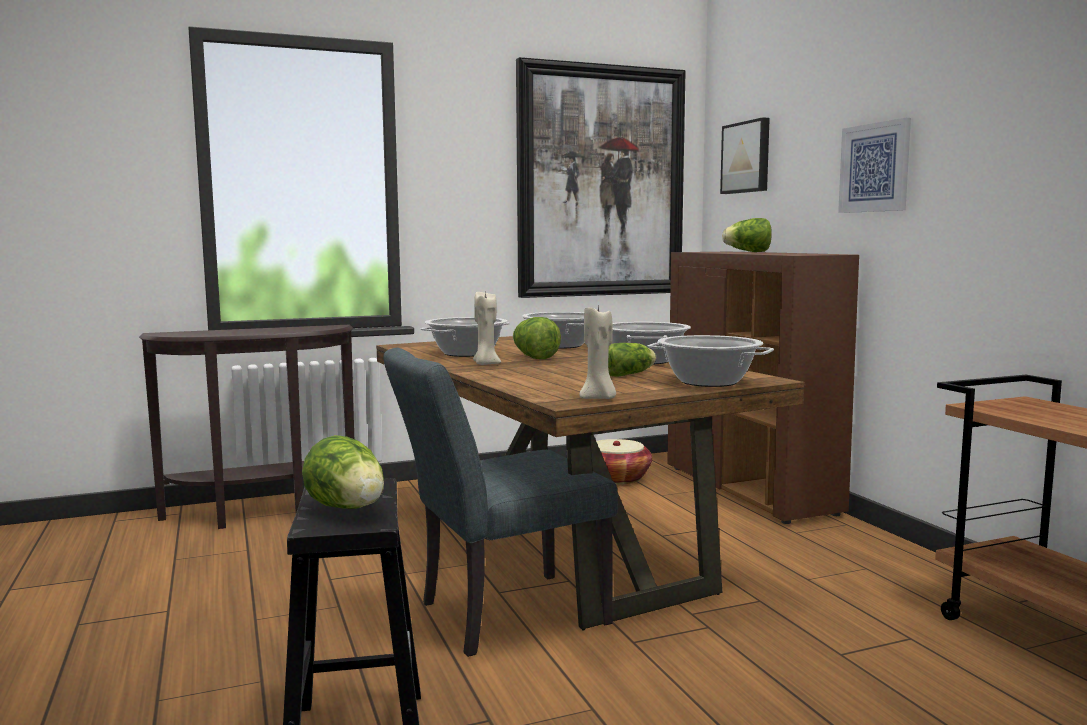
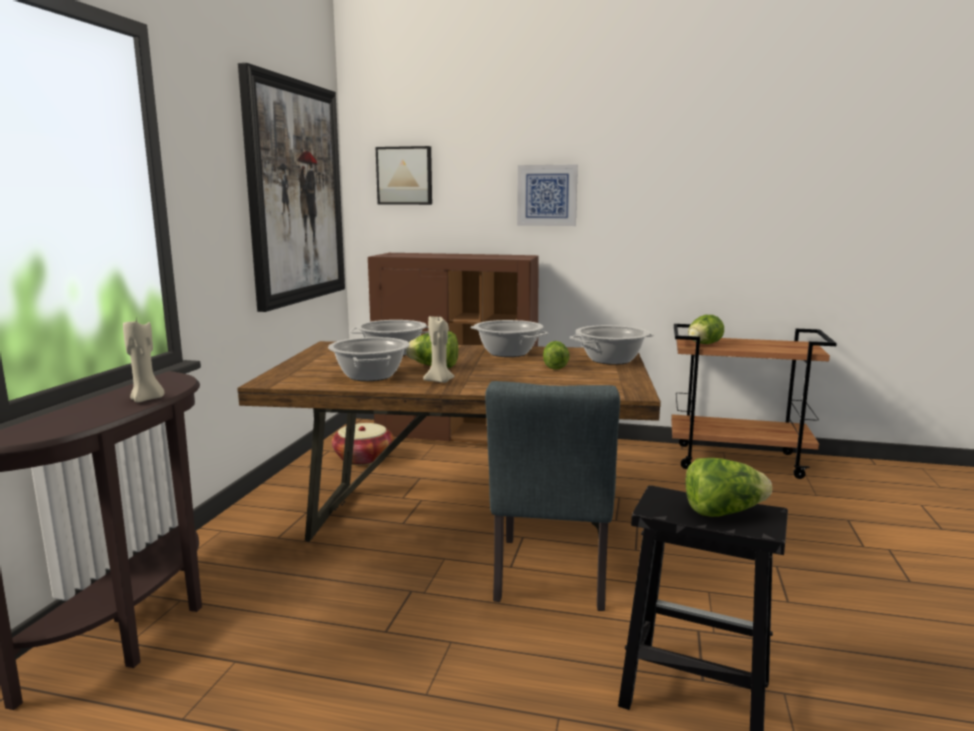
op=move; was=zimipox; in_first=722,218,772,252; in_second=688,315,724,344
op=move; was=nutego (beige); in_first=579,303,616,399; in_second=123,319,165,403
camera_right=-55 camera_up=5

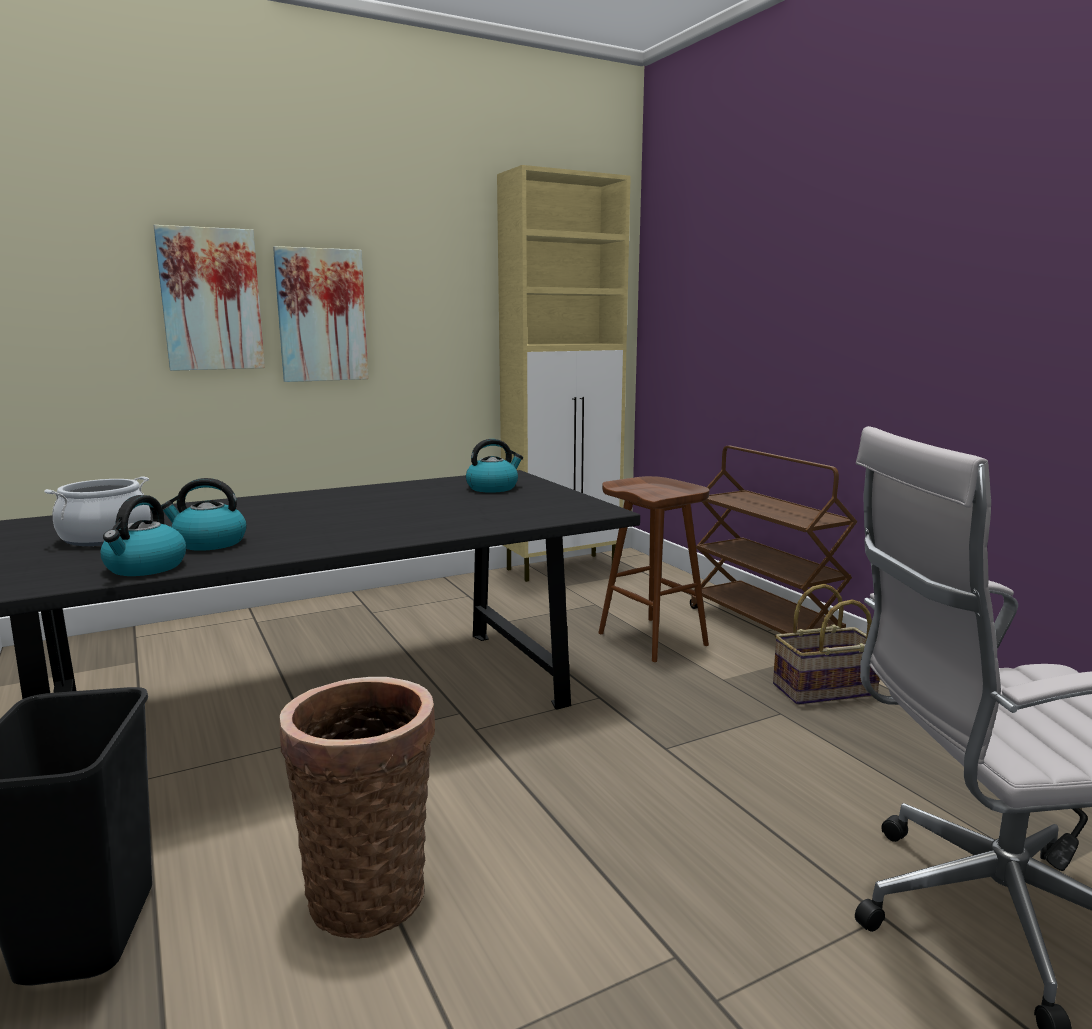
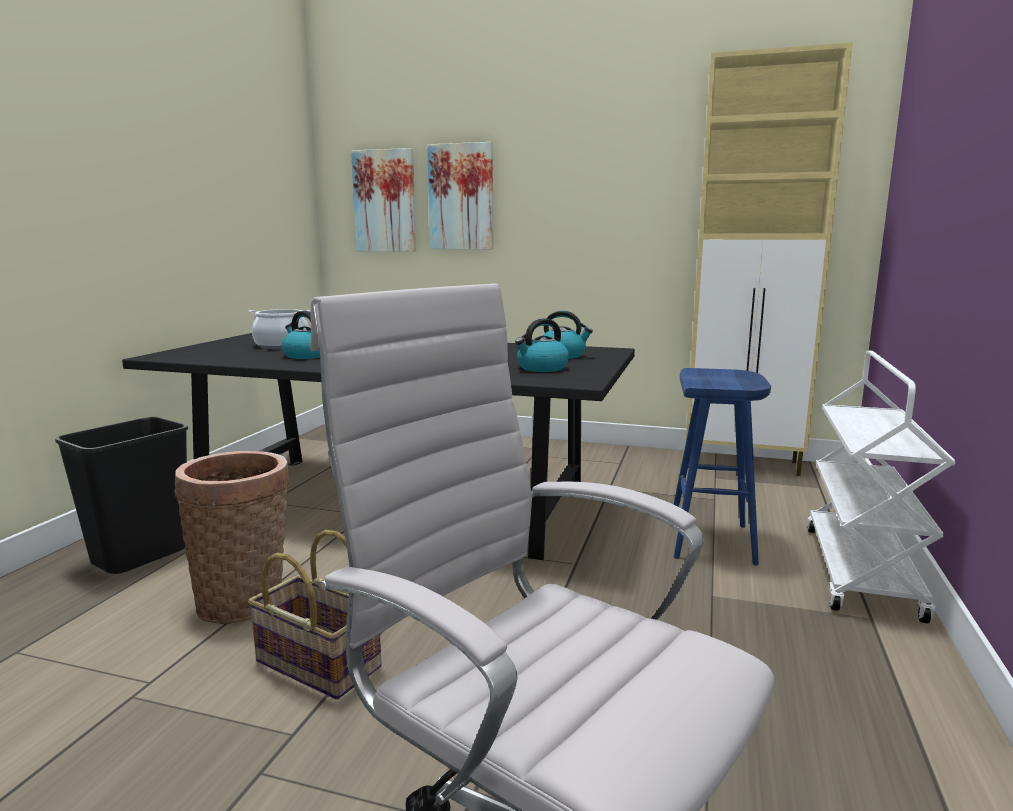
op=move; was=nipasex; in_first=273,246,369,382; in_second=351,148,416,252
op=recolor; was=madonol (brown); now=madonol (white); in_first=690,446,858,634; in_second=807,350,955,623
op=recolor; was=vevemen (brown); now=vevemen (blue); in_first=598,476,710,662; in_second=674,368,771,565
op=move; was=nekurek; in_first=101,495,186,576; in_second=515,318,569,372
op=move; was=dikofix; in_first=773,584,880,705; in_second=248,530,382,700
camera_right=45 camera_up=0

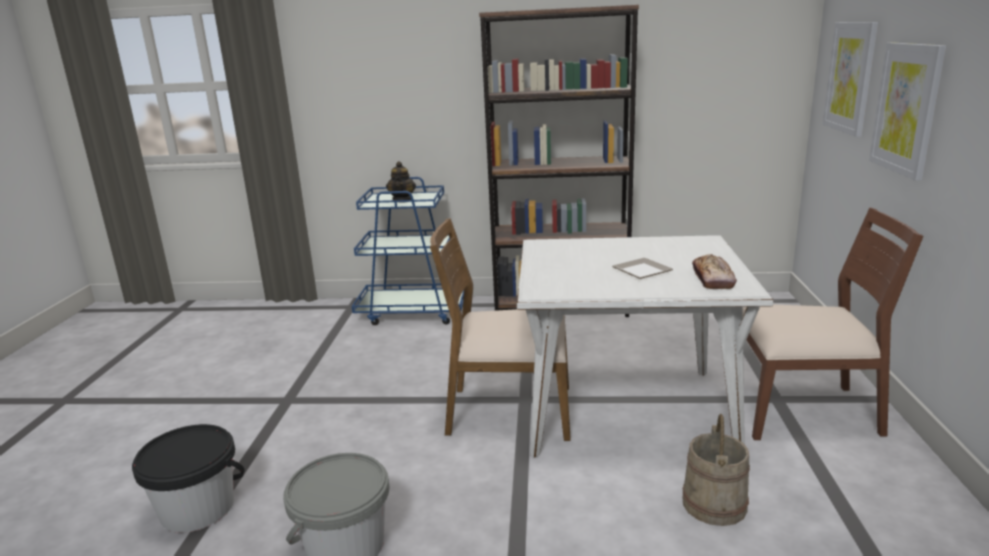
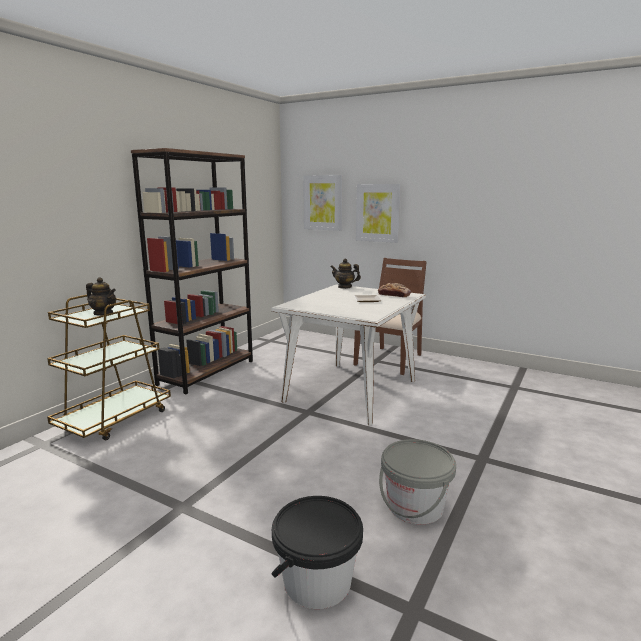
op=recolor; was=madonol (blue); now=madonol (brown); in_first=352,177,464,325; in_second=47,295,171,440
op=delete; was=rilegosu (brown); in_first=430,218,571,441
op=delete; was=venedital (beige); in_first=683,414,750,526
op=insert; now=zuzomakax; in_second=331,259,361,289
camera_right=-65 camera_up=-5

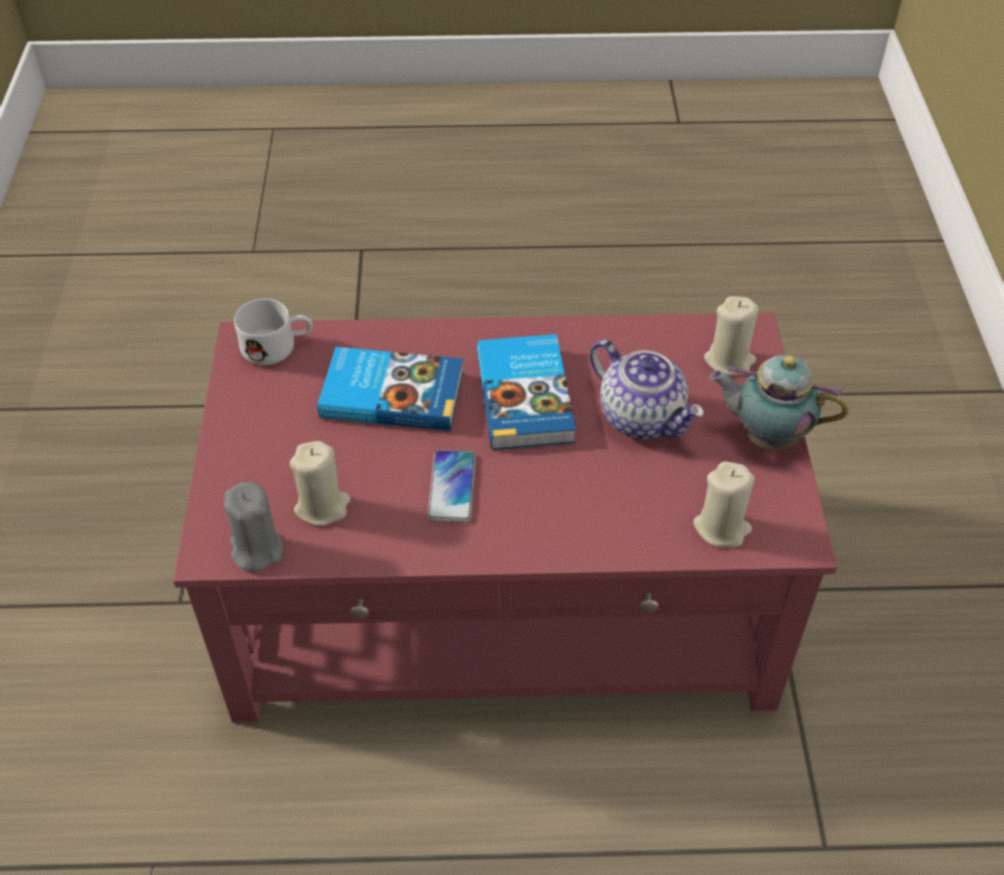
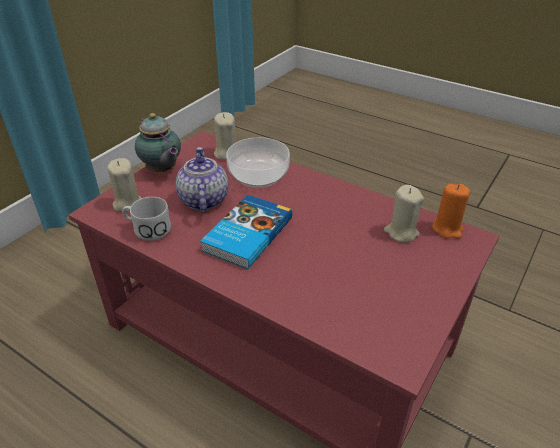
op=move; was=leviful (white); in_first=234,299,312,365; in_second=122,197,171,241
op=delete; was=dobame; in_first=318,347,463,431
op=delete; was=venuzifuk; in_first=428,450,475,522
op=recolor; was=nutego (grey); now=nutego (orange); in_first=224,482,283,572; in_second=432,183,470,239
op=insert; now=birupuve; in_second=226,137,290,188
camera_right=-145 camera_up=-10

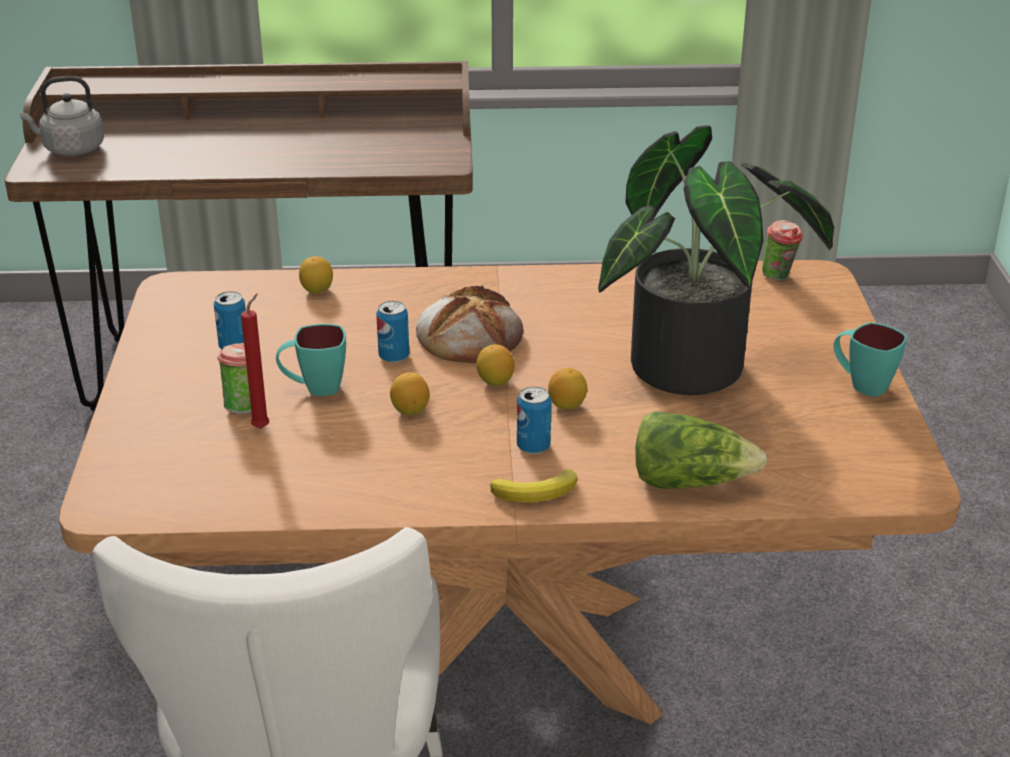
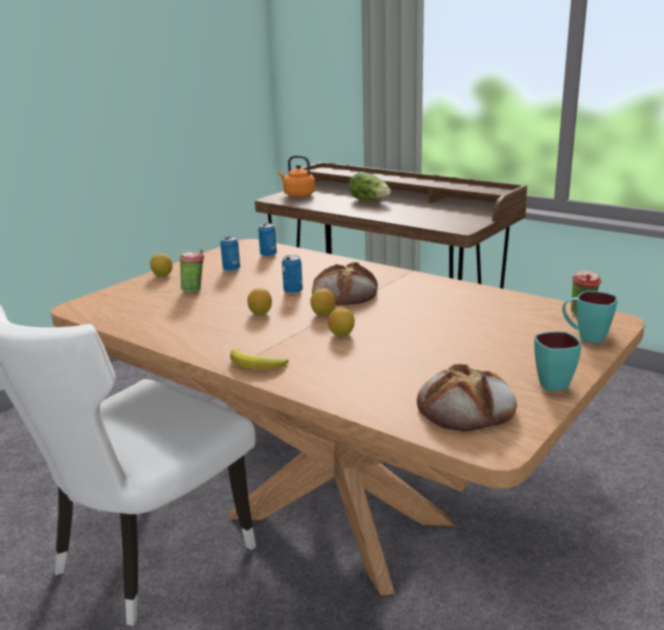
op=recolor; was=nekurek (grey); now=nekurek (orange); in_first=20,76,104,156; in_second=278,156,315,197
op=delete; was=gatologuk; in_first=598,125,834,395
op=move; was=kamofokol; in_first=299,256,333,294; in_second=150,253,172,276
op=delete; was=nutego (red); in_first=241,294,269,428
op=move; was=leviful (turquoise); in_first=276,324,346,396; in_second=562,291,618,343
op=move; was=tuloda; in_first=517,387,551,454; in_second=258,223,277,257
op=move; was=zimipox; in_first=635,411,767,489; in_second=349,172,391,200
op=insert; now=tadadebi; in_second=417,363,517,431
camera_right=40 camera_up=-10

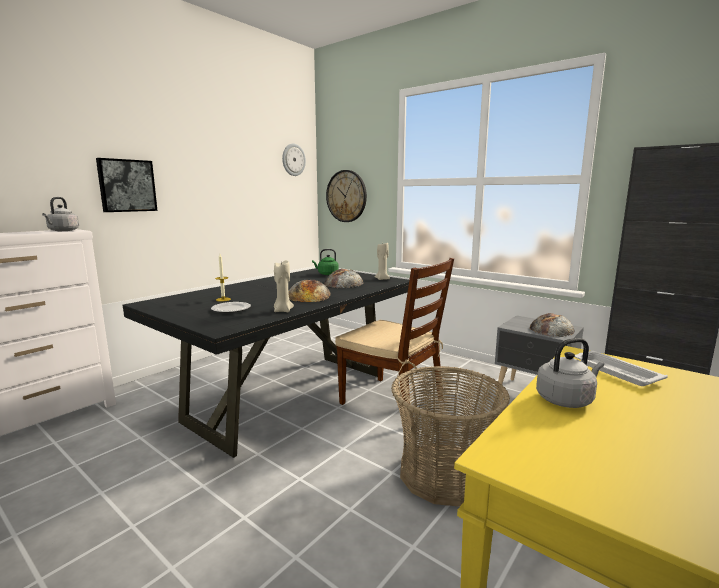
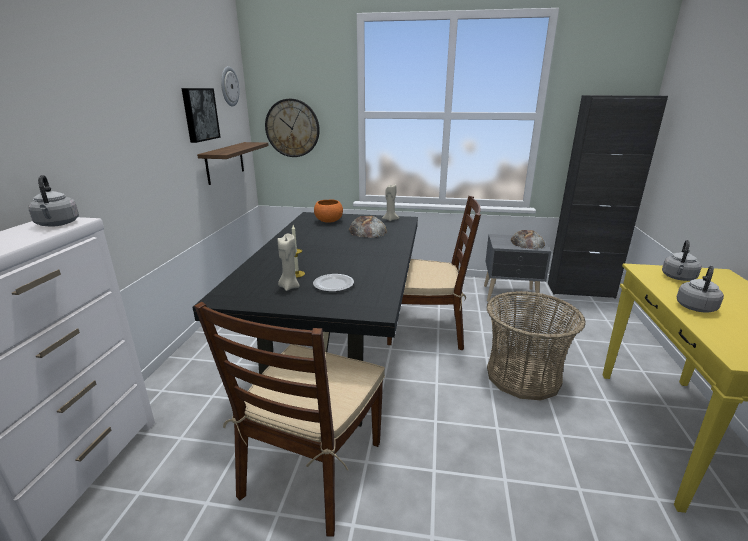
op=move; was=nipasex; in_first=96,158,158,212; in_second=182,88,221,143
op=replace; was=nekurek (green); now=birupuve (orange); in_first=312,249,339,275; in_second=314,200,343,223
op=move; was=nutego (beige); in_first=274,260,294,312; in_second=278,234,300,291
op=delete; was=tadadebi; in_first=288,280,331,302
op=replace; was=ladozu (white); now=nekurek (grey); in_first=574,351,668,386; in_second=662,240,702,281
op=insert; now=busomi; in_second=197,142,269,185
op=insert; now=rilegosu (brown); in_second=194,302,385,537
camera_right=-30 camera_up=10

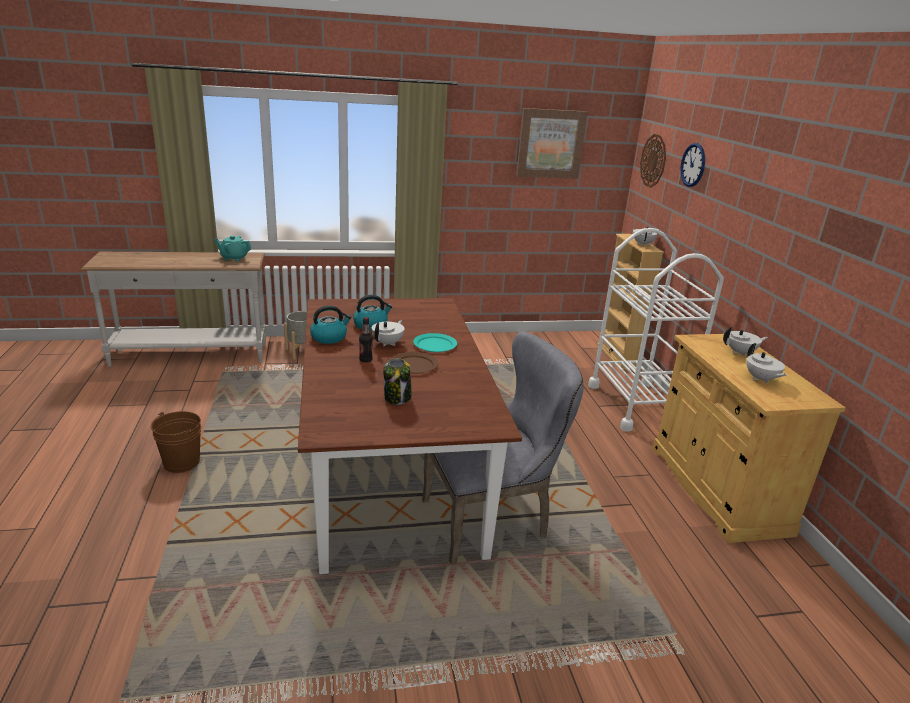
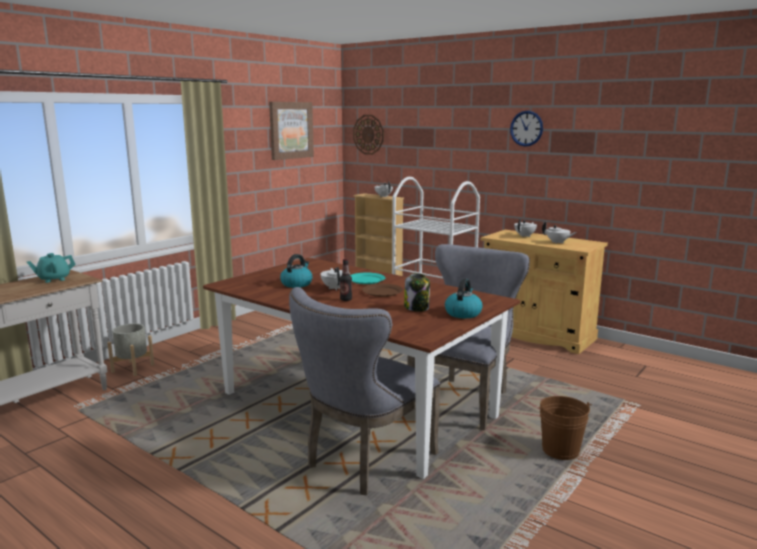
op=move; was=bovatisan; in_first=681,143,705,187; in_second=510,111,543,147
op=move; was=nekurek; in_first=310,305,352,344; in_second=445,279,483,318
op=move; was=venedital (brown); in_first=151,411,201,473; in_second=539,396,592,460
op=insert; now=rilegosu (grey); in_second=289,287,441,495
camera_right=-40 camera_up=-10

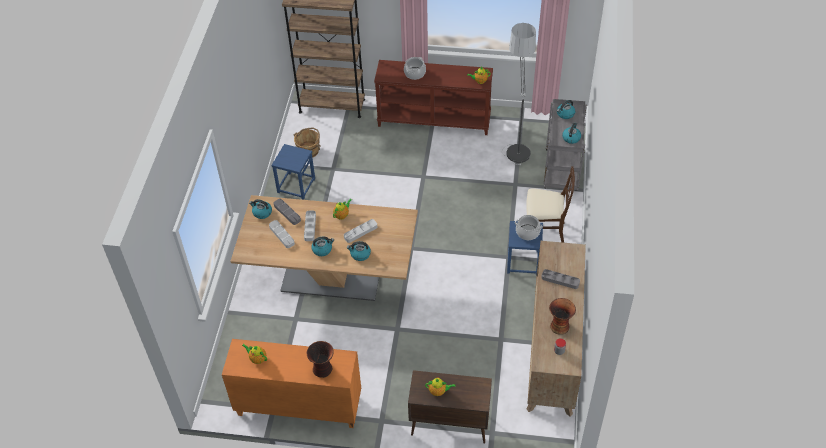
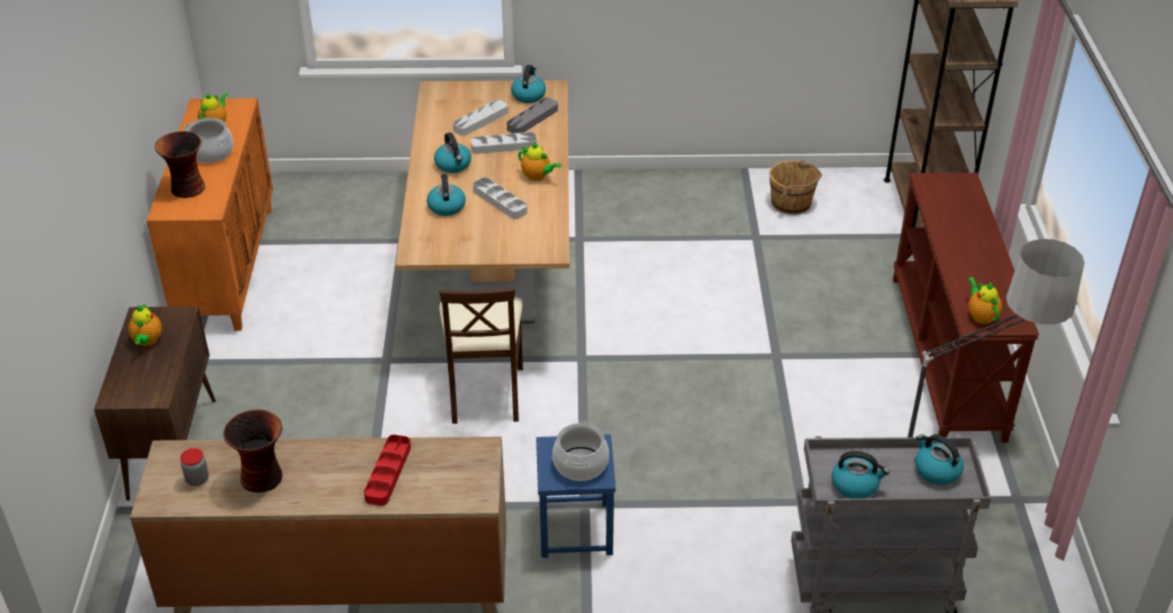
op=move; was=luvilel; in_first=404,57,426,80; in_second=184,118,234,163
op=delete; was=vevemen (blue); in_first=271,144,315,200
op=move; was=rilegosu (beige); in_first=526,166,575,243; in_second=439,288,523,424
op=recolor; was=ladozu (grey); now=ladozu (red); in_first=541,269,580,289; in_second=364,435,411,506
camera_right=80 camera_up=-10

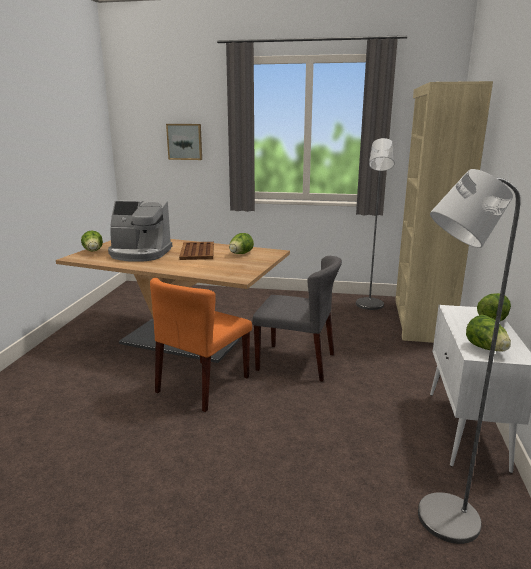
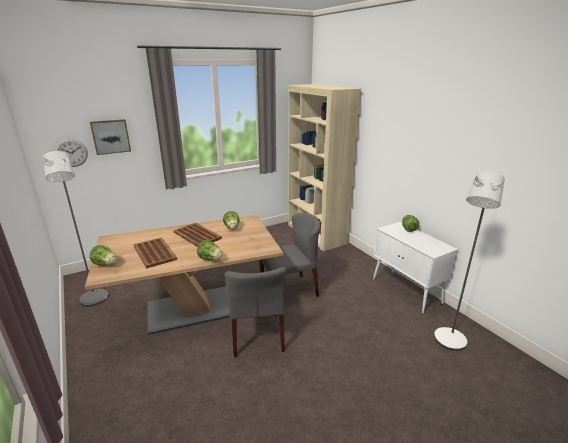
op=move; was=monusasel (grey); in_first=356,138,395,310; in_second=44,151,109,307
op=replace; was=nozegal; now=ladozu (brown); in_first=108,200,172,262; in_second=134,237,177,269
op=recolor; was=rilegosu (orange); now=rilegosu (grey); in_first=150,278,252,412; in_second=225,267,286,357
op=move; was=zimipox; in_first=466,315,511,352; in_second=197,240,223,260
op=insert; now=bovatisan; in_second=55,139,88,167
camera_right=-40 camera_up=5

